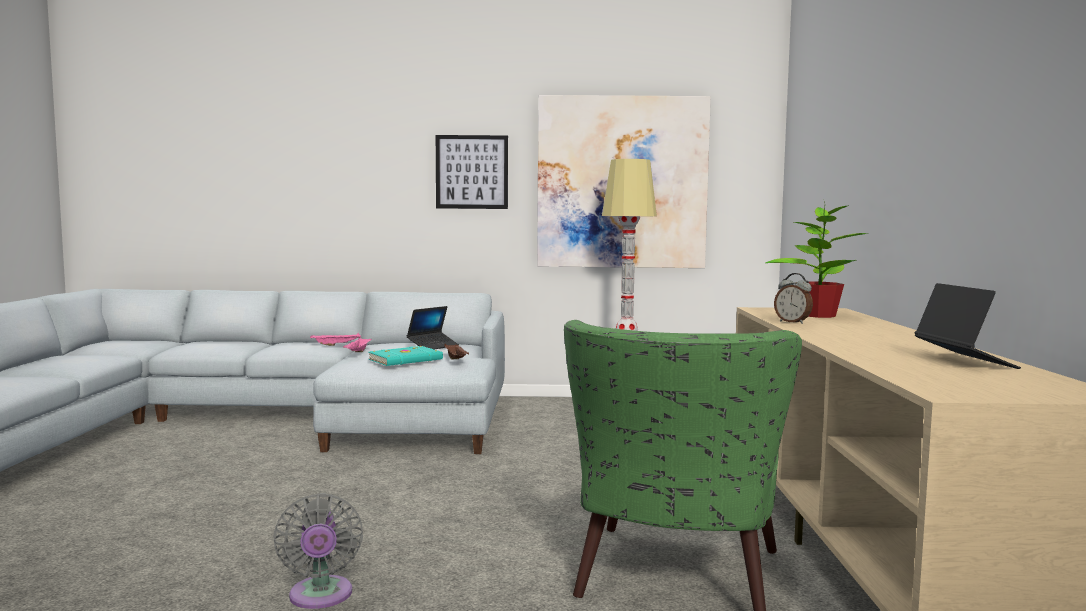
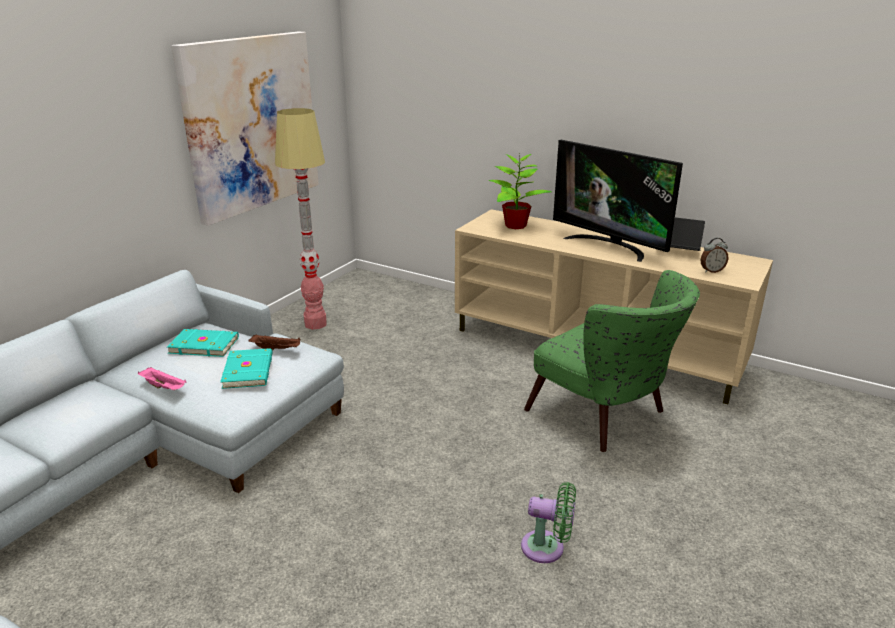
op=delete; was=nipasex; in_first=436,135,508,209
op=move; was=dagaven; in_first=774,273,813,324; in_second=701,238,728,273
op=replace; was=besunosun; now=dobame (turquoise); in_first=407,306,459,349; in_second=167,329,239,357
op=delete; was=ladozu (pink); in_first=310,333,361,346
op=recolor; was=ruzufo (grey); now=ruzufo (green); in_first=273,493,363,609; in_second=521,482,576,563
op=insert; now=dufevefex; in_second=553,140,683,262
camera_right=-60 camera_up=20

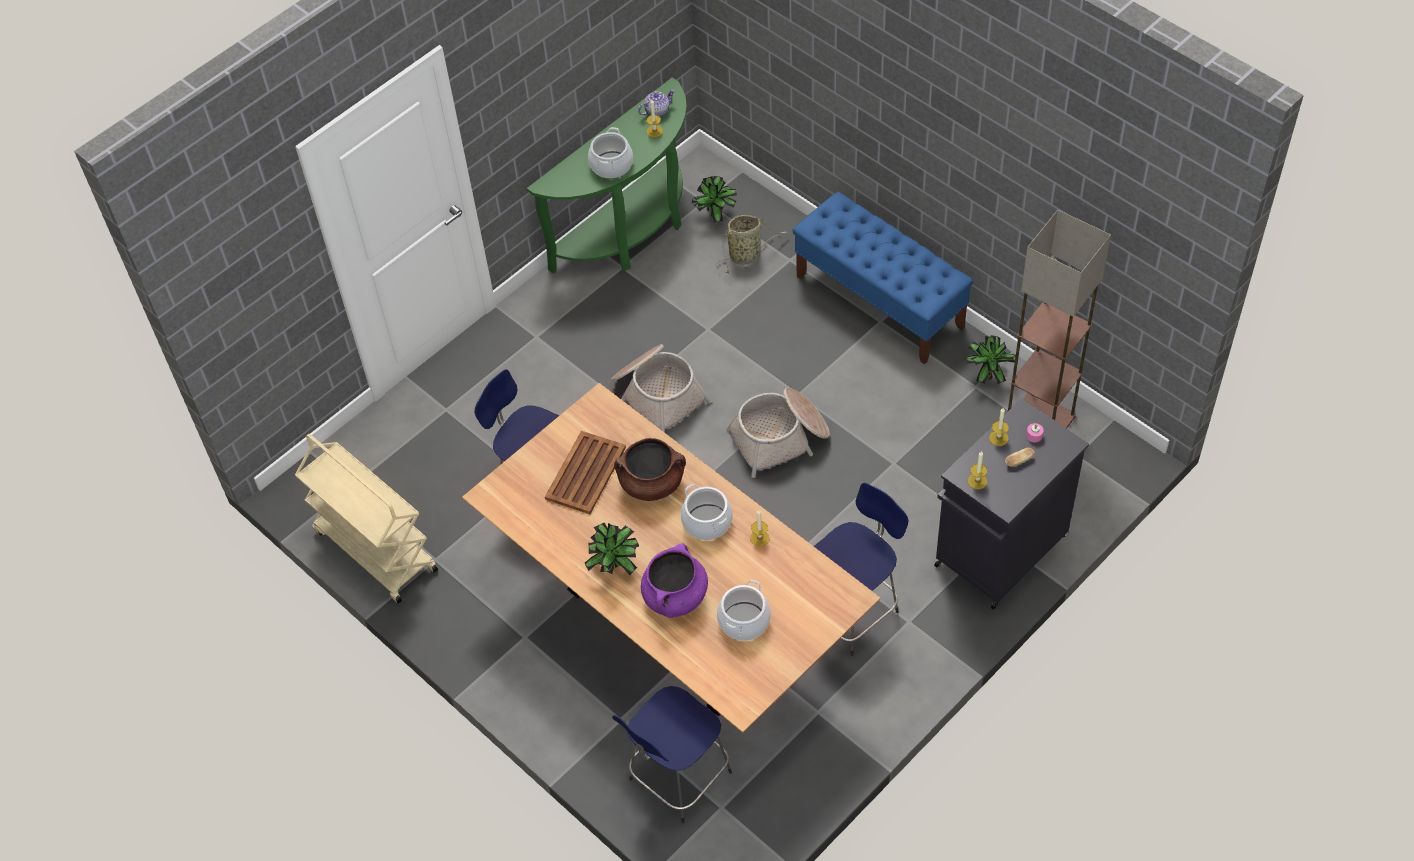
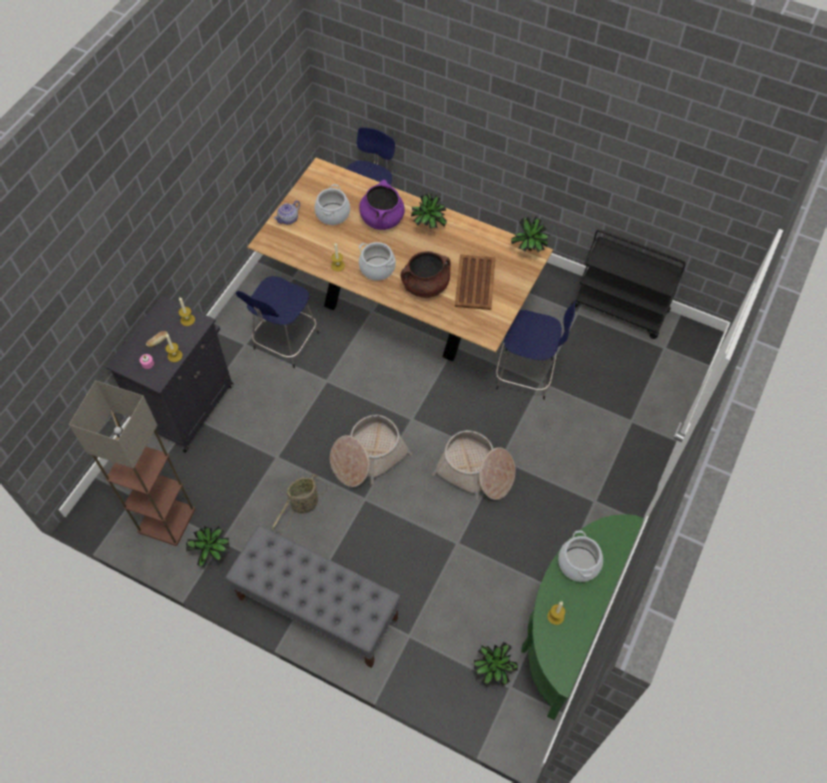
op=move; was=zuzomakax; in_first=638,89,675,117; in_second=274,200,300,224
op=recolor; was=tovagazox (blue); now=tovagazox (grey); in_first=792,192,973,364; in_second=225,525,401,668
op=move; was=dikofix; in_first=715,215,787,274; in_second=272,474,327,532
op=recolor; was=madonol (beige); now=madonol (black); in_first=295,434,438,604; in_second=571,229,686,339
op=insert; now=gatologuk; in_second=511,217,550,252
camera_right=160 camera_up=5

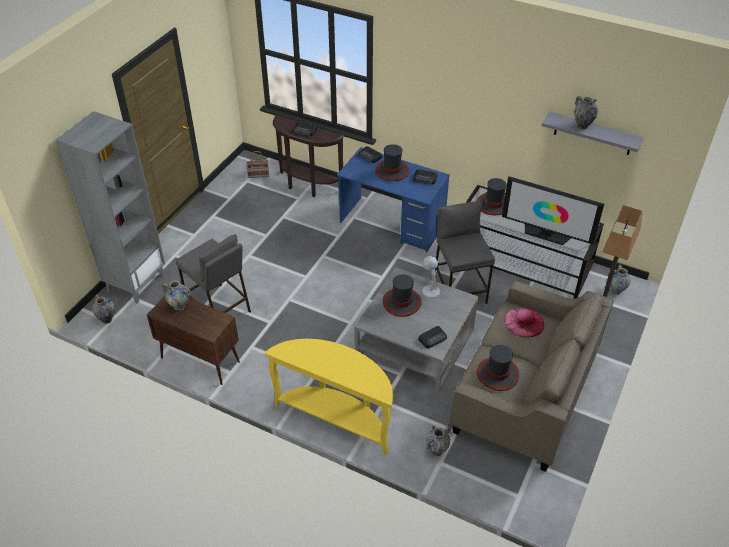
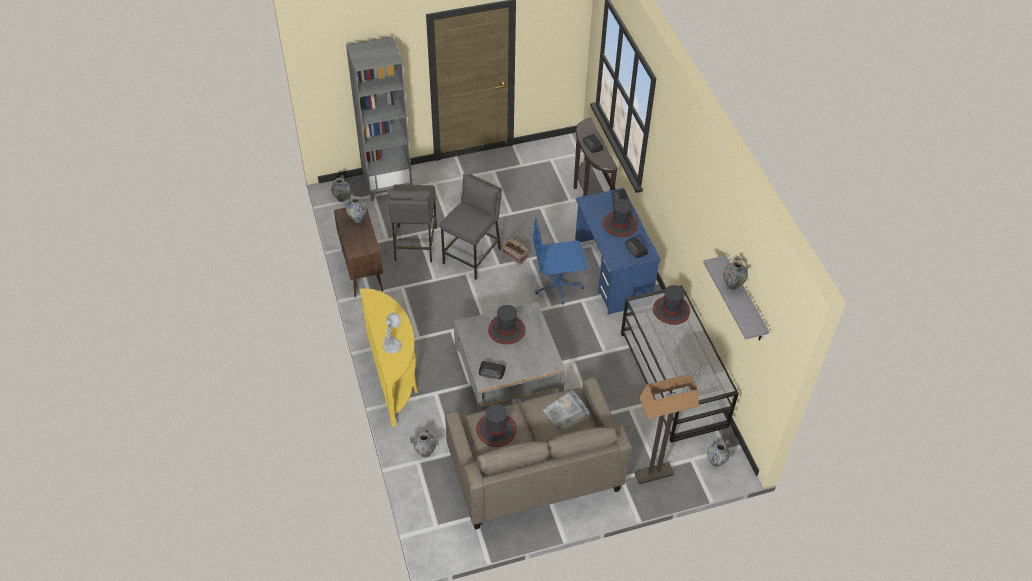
op=move; was=dikofix; in_first=247,151,269,178; in_second=502,234,528,265
op=delete; was=dufevefex; in_first=502,176,604,245
op=move; was=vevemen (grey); in_first=435,201,495,304; in_second=440,174,502,280
op=move; was=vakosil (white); in_first=422,256,440,298; in_second=383,313,402,354
op=replace; was=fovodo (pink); now=ladozu (grey); in_first=504,308,545,337; in_second=543,390,589,431
op=insert; now=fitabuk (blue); in_second=533,217,588,305
camera_right=45 camera_up=5

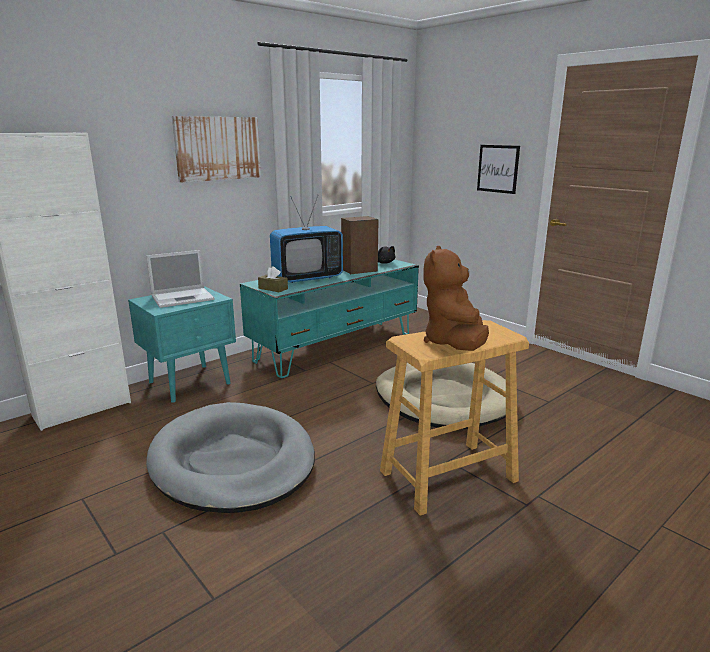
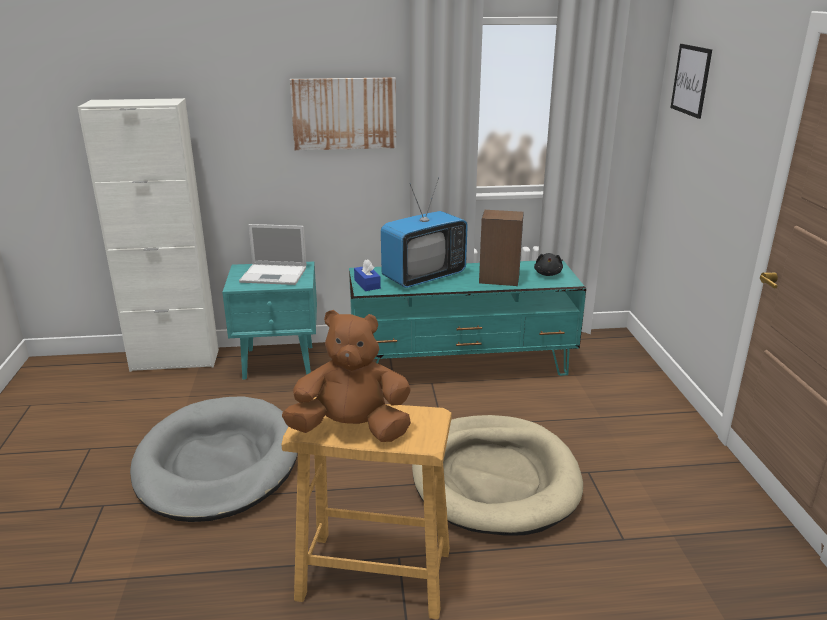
op=move; was=nipasex; in_first=477,145,520,194; in_second=670,44,712,119
op=rotate; was=dufevefex; in_first=270,196,343,283; in_second=381,178,468,288; clockwise=-45
op=rotate; was=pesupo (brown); in_first=423,246,489,351; in_second=282,310,411,442; clockwise=45
op=recolor; was=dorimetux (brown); now=dorimetux (blue); in_first=258,266,288,292; in_second=354,259,381,291
camera_right=35 camera_up=5

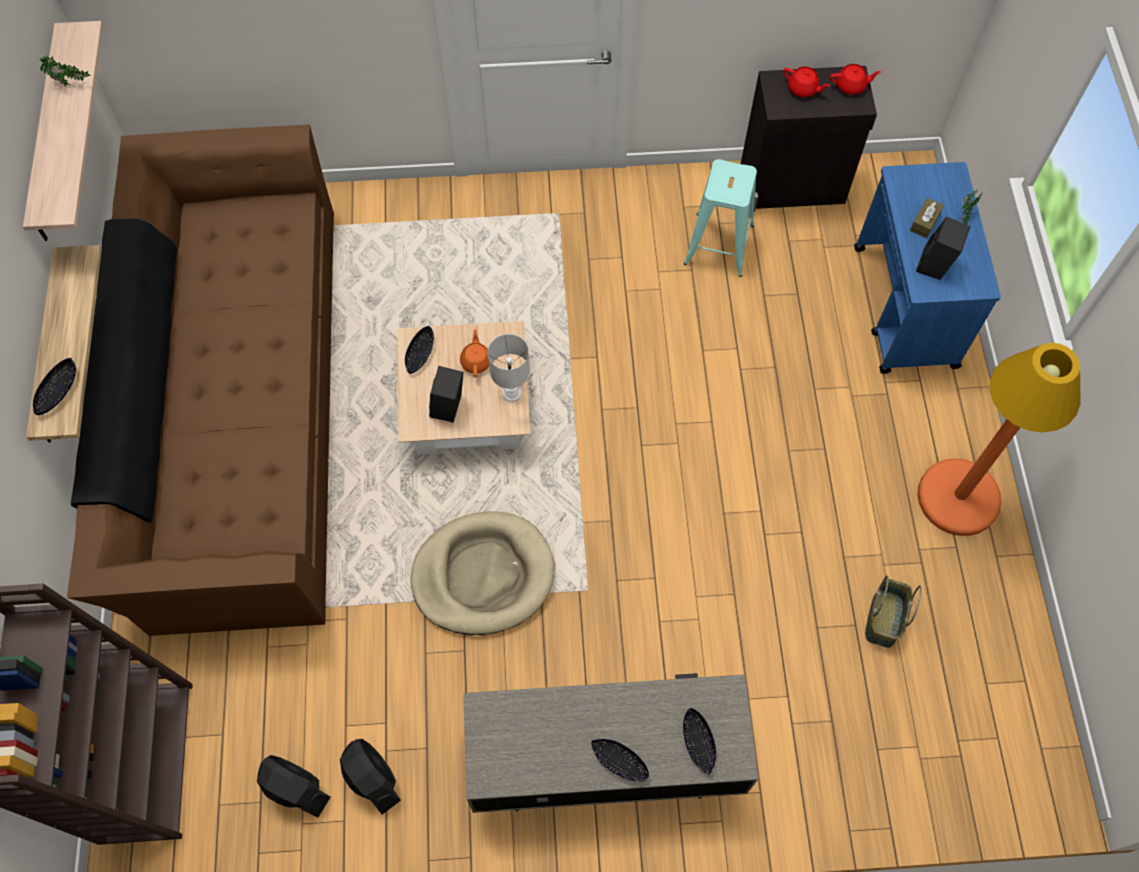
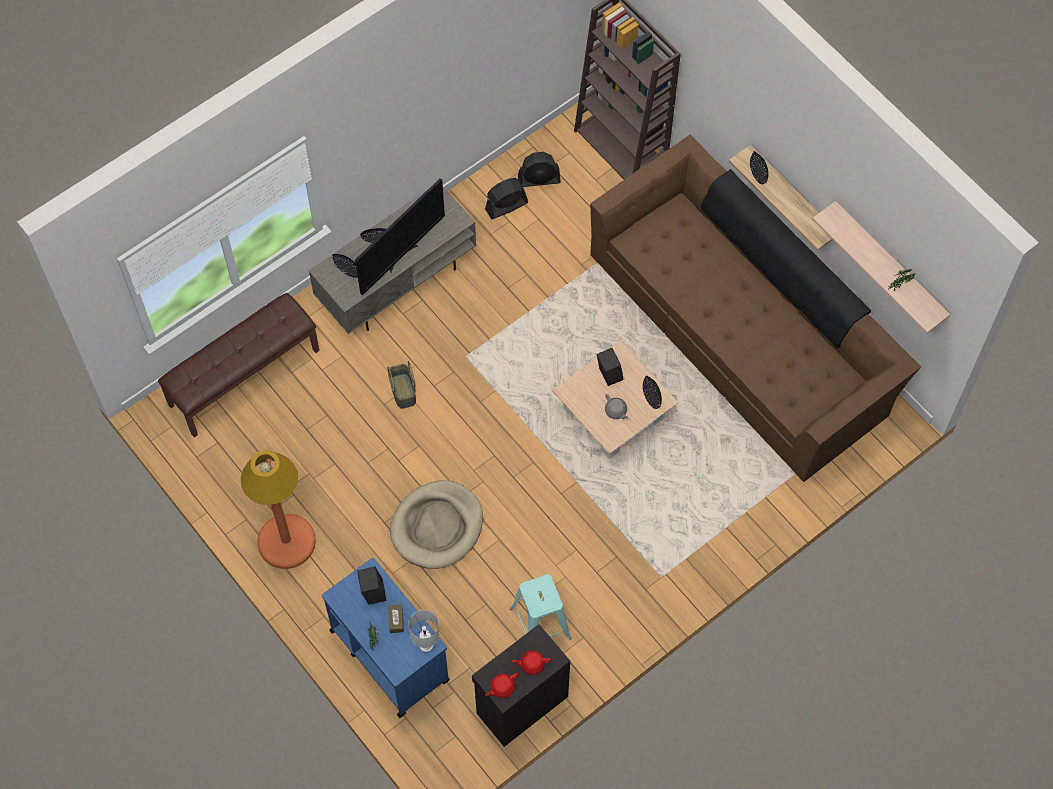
op=recolor; was=zuzomakax (orange); now=zuzomakax (grey); in_first=460,329,489,377; in_second=605,394,629,419
op=move; was=vakosil (white); in_first=488,334,530,402; in_second=409,610,440,652
op=move; was=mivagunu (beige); in_first=411,511,554,635; in_second=390,480,483,569
op=move; was=dikofix; in_first=865,576,922,648; in_second=387,361,416,409
op=rotate; was=ruzufo (black); in_first=340,739,401,815; in_second=485,178,528,219; clockwise=135
op=insert; now=dufevefex; in_second=355,178,445,295
op=insert; now=tovagazox (brown); in_second=158,293,319,437
camera_right=145 camera_up=0

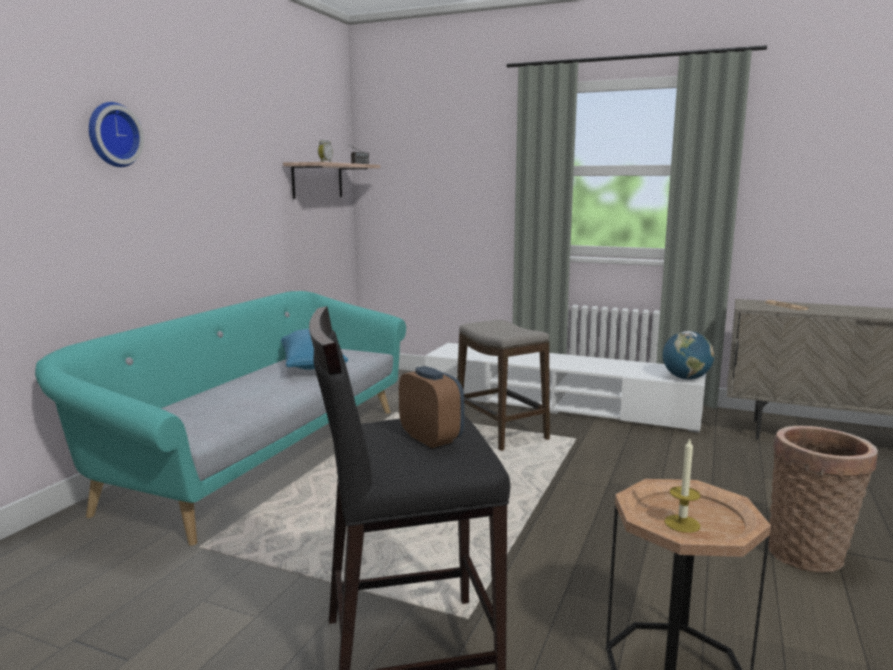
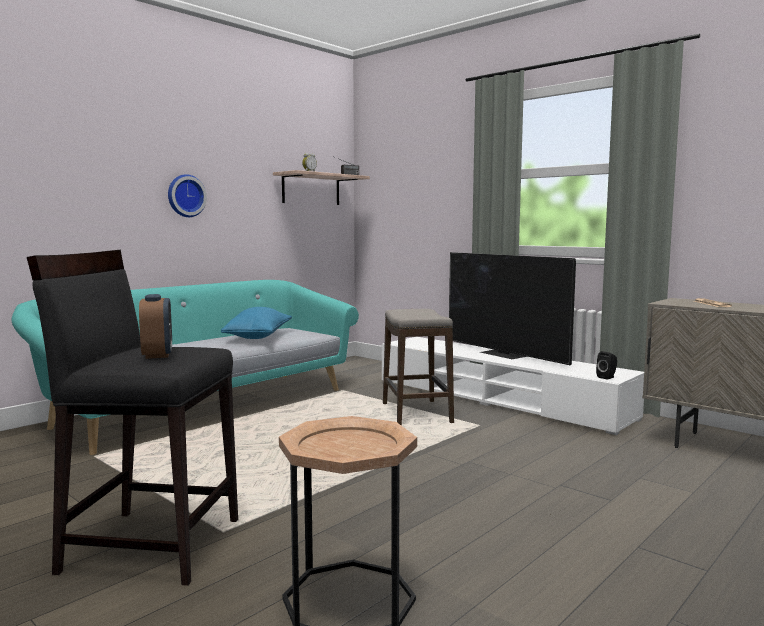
op=move; was=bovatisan; in_first=89,102,144,167; in_second=168,174,207,217
op=replace; was=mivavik; now=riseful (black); in_first=663,331,714,380; in_second=596,351,617,380
op=delete; was=dikofix; in_first=768,426,878,573
op=delete; was=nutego; in_first=664,439,701,533
op=insert; now=dufevefex; in_second=449,252,576,365
camera_right=20 camera_up=-5

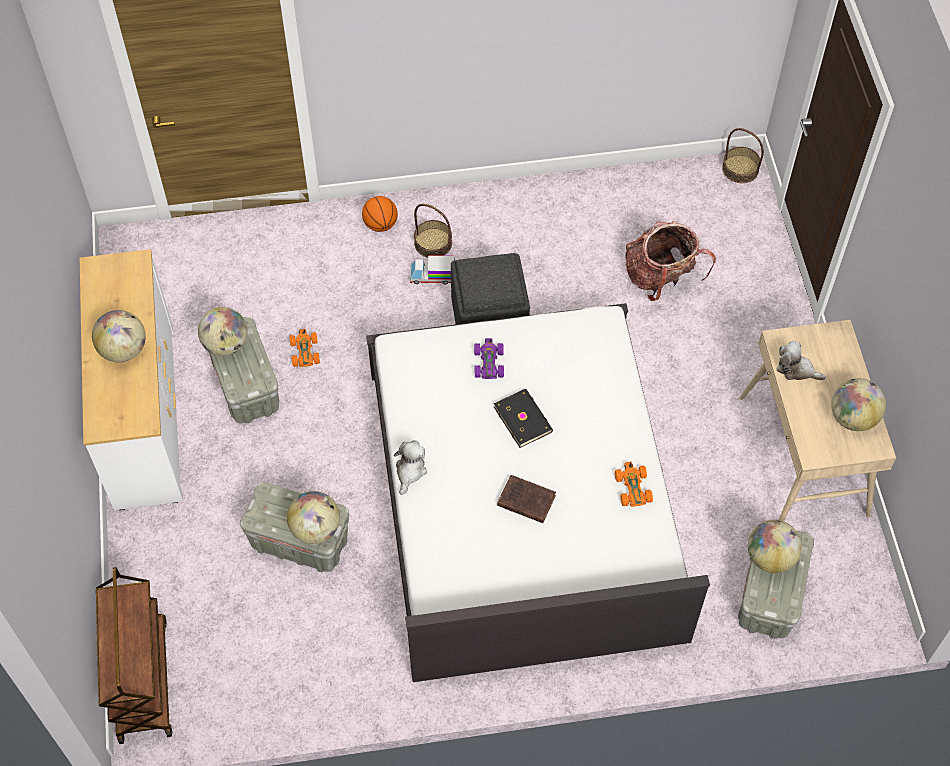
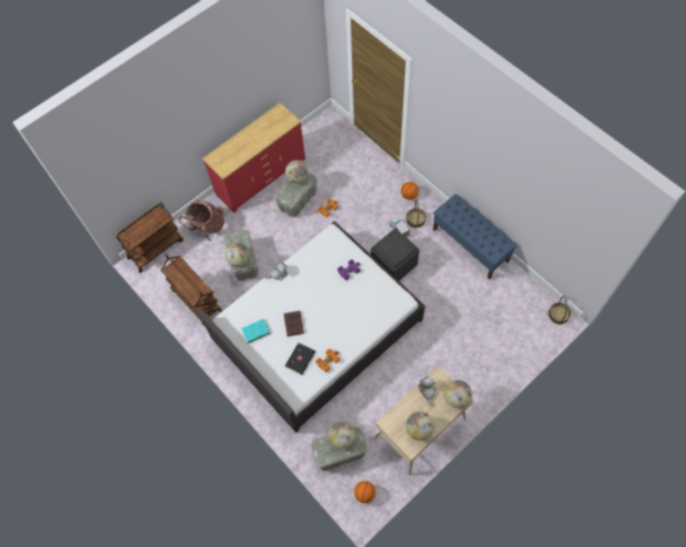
op=move; was=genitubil; in_first=626,221,716,301; in_second=179,200,224,241
op=recolor; was=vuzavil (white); now=vuzavil (red); in_first=79,249,183,510; in_second=202,103,305,213
op=move; was=mivavik; in_first=92,310,146,362; in_second=444,380,472,408
op=move; was=dobame (black); in_first=494,389,553,448; in_second=285,343,315,375
op=insert; now=tovagazox (blue); in_second=433,194,517,280
op=insert; now=madonol (brown); in_second=161,254,222,326
op=insert; now=dobame (turquoise); in_second=241,319,270,343
op=insert; now=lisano; in_second=354,481,376,503
camera_right=60 camera_up=5

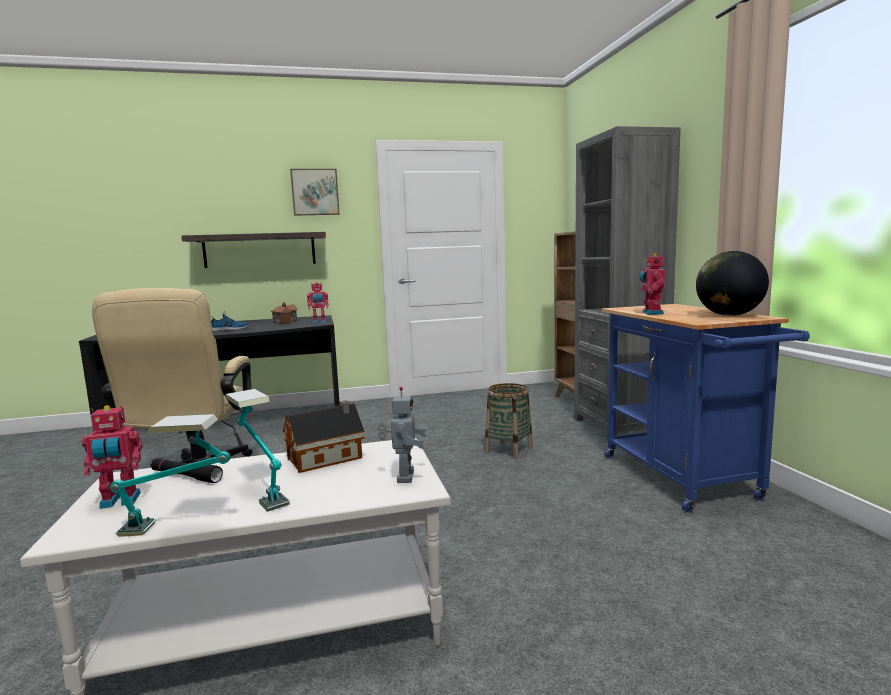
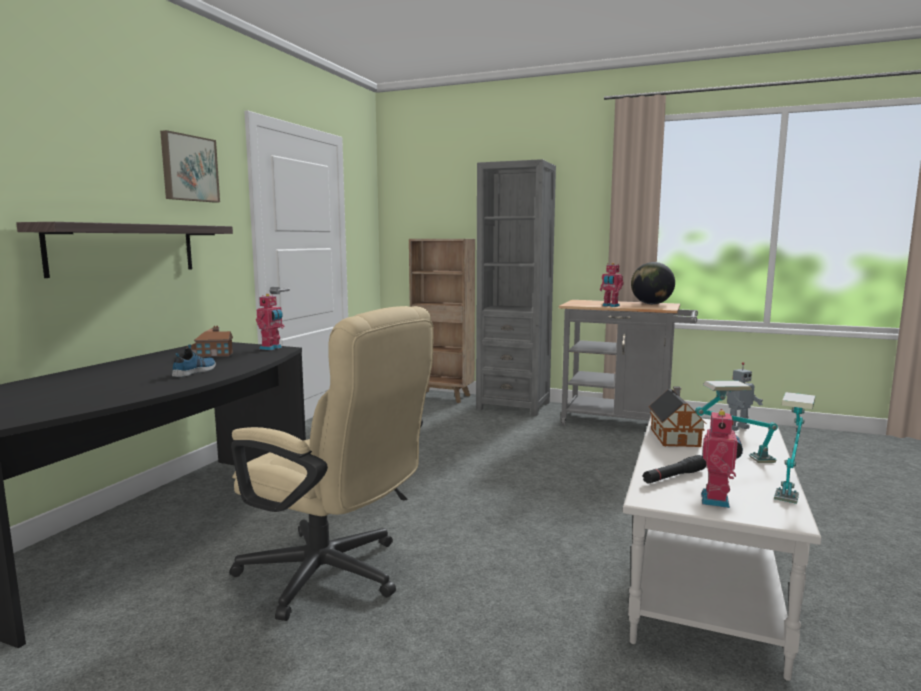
op=recolor; was=madonol (blue); now=madonol (grey); in_first=602,304,810,512; in_second=559,300,698,426
op=delete; was=dikofix; in_first=485,383,533,459
op=rotate; was=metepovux; in_first=378,387,427,483; in_second=726,362,763,431; clockwise=120
camera_right=-55 camera_up=0

